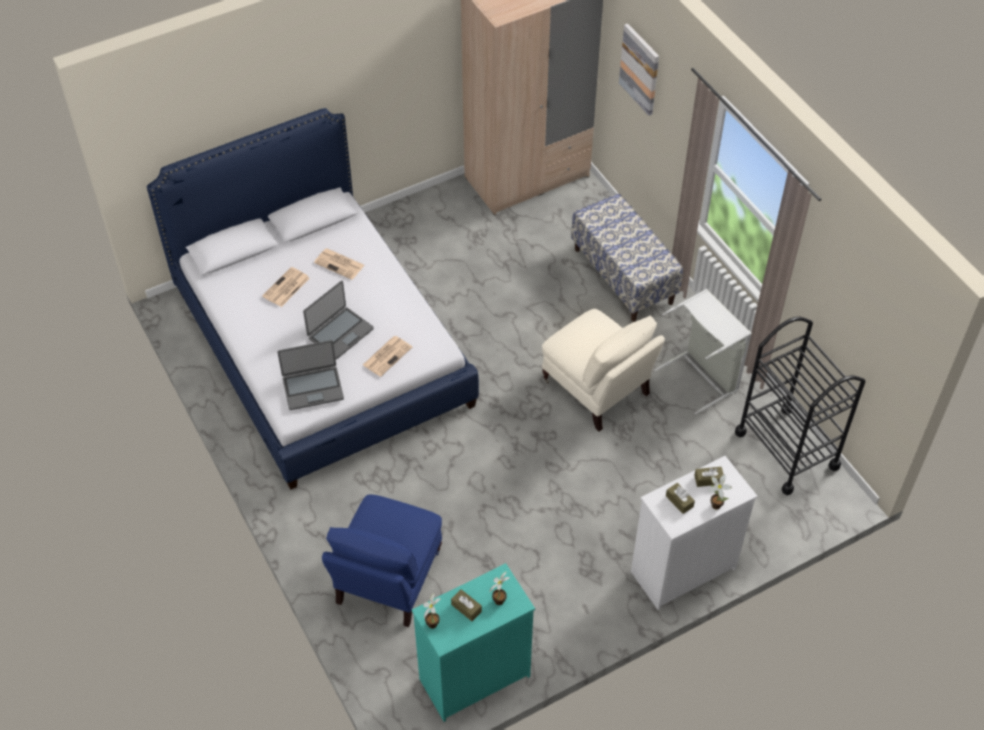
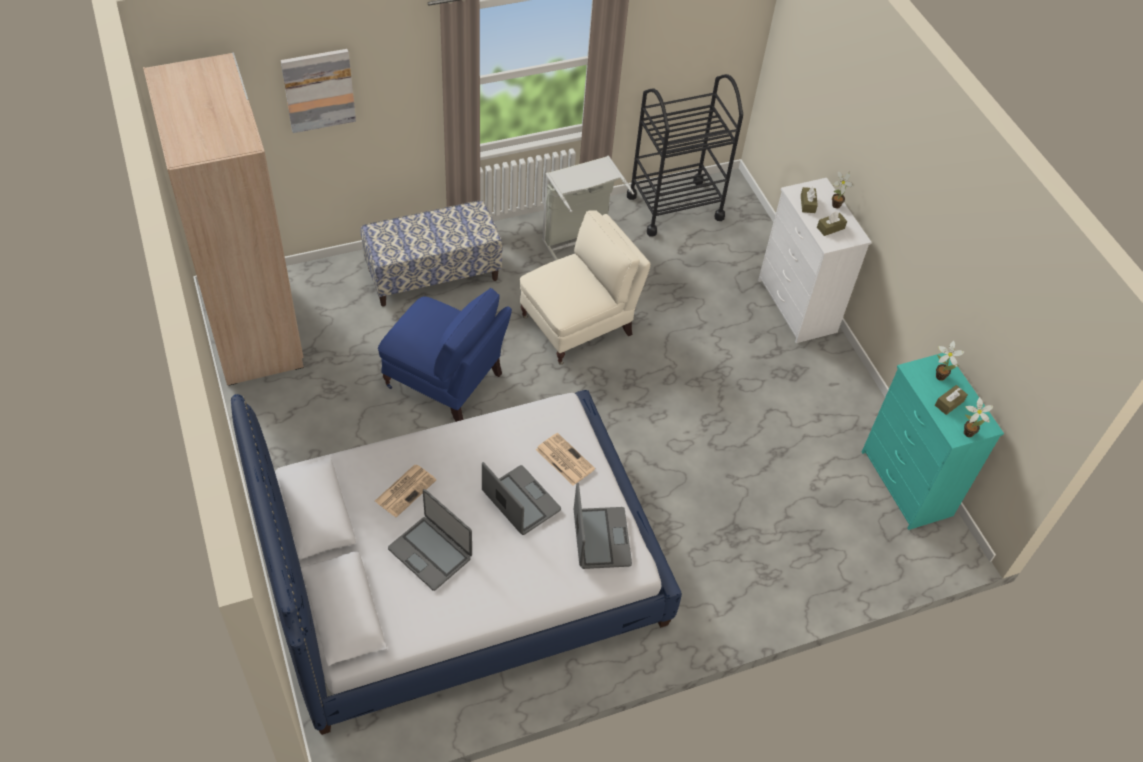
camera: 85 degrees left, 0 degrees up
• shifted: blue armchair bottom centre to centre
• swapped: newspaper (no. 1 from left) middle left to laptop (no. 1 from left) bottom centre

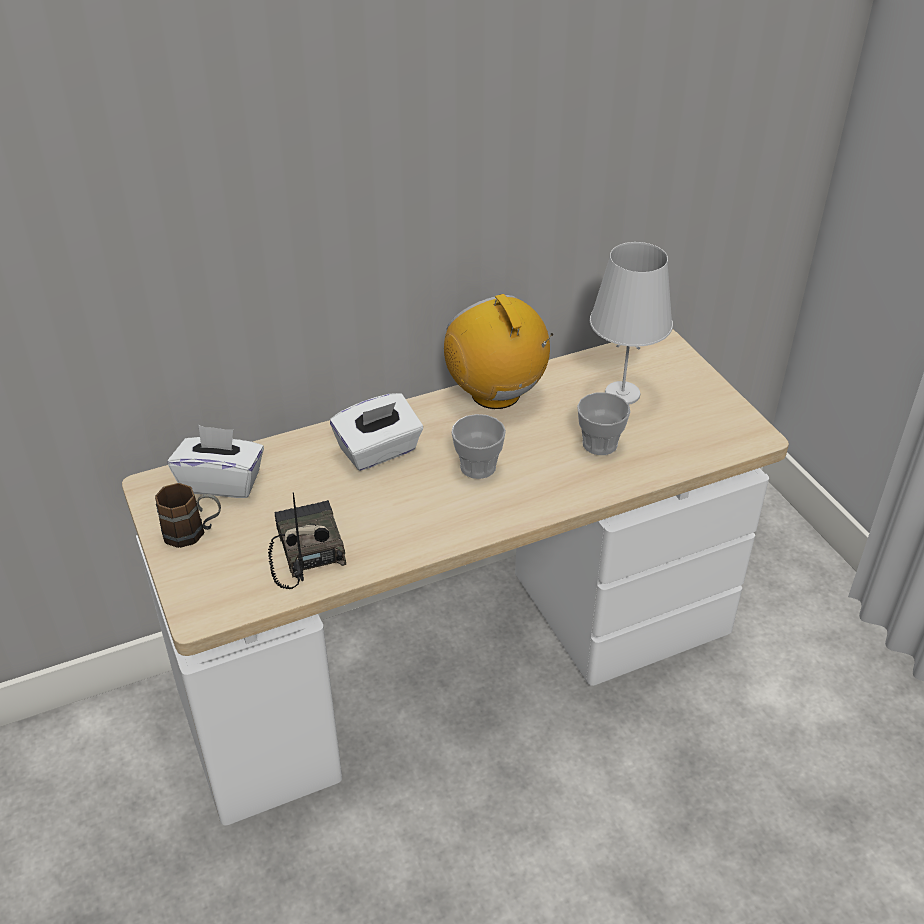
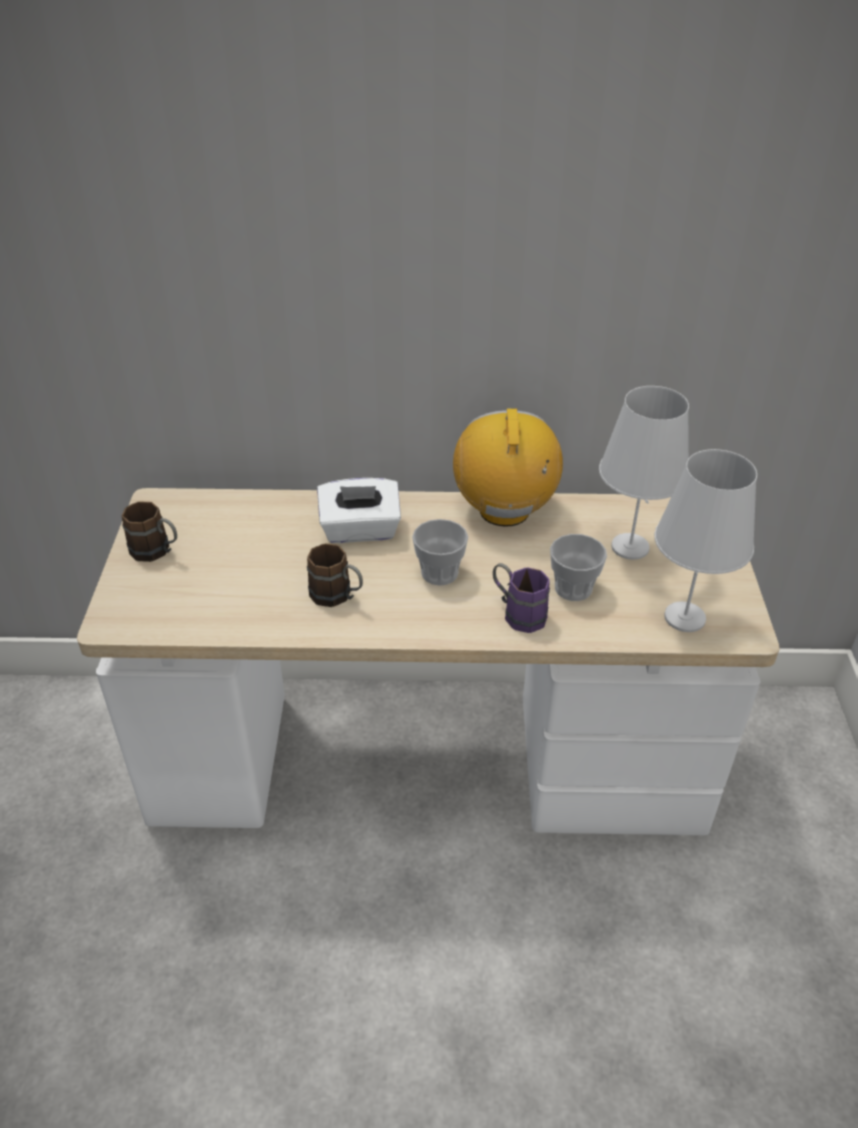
camera: 25 degrees right, 0 degrees up
• new: brown mug (no. 2 from left) centre
• new: purple mug centre
• new: white table lamp (no. 2 from left) middle right
• gone: white tissue box (no. 1 from left) middle left
• gone: radio (no. 1 from left) middle left

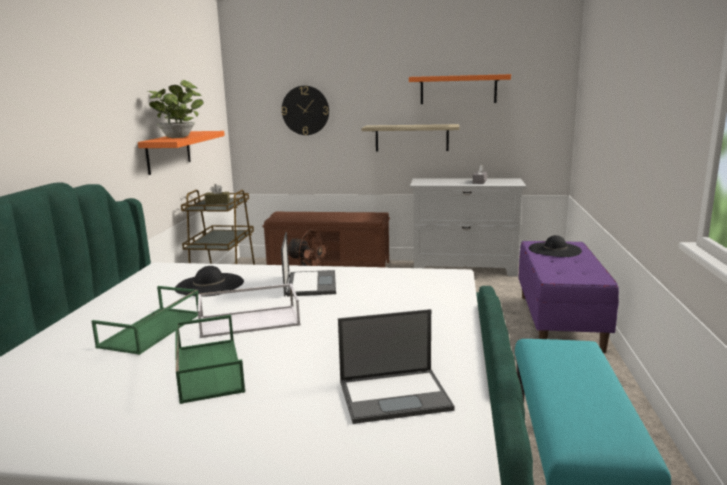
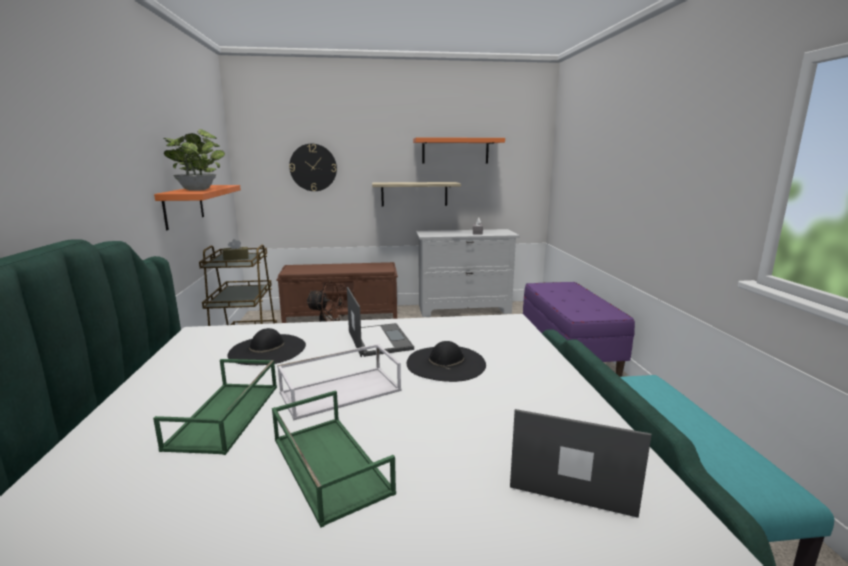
camera: 15 degrees left, 0 degrees up
• shifted: black hat (no. 2 from left) middle right to centre
• rotated: laptop (no. 2 from left) bottom centre = bottom right 135 degrees counterclockwise

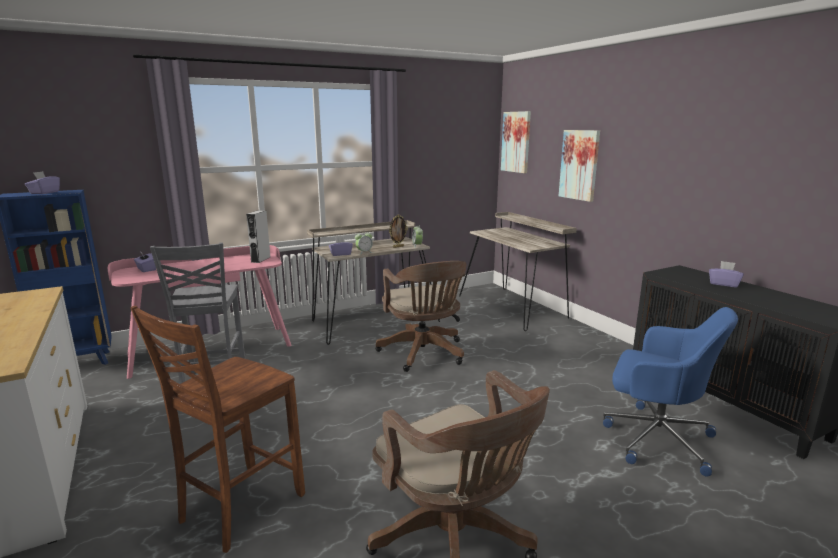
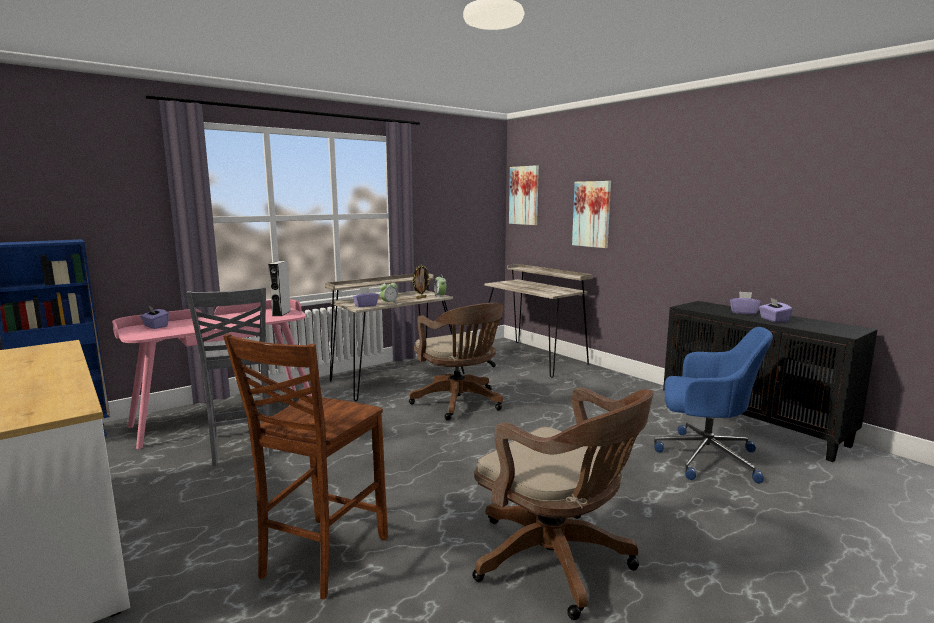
camera: 10 degrees left, 5 degrees down
• shifted: purple tissue box (no. 1 from left in the first image) top left to purple tissue box (no. 4 from left) middle right

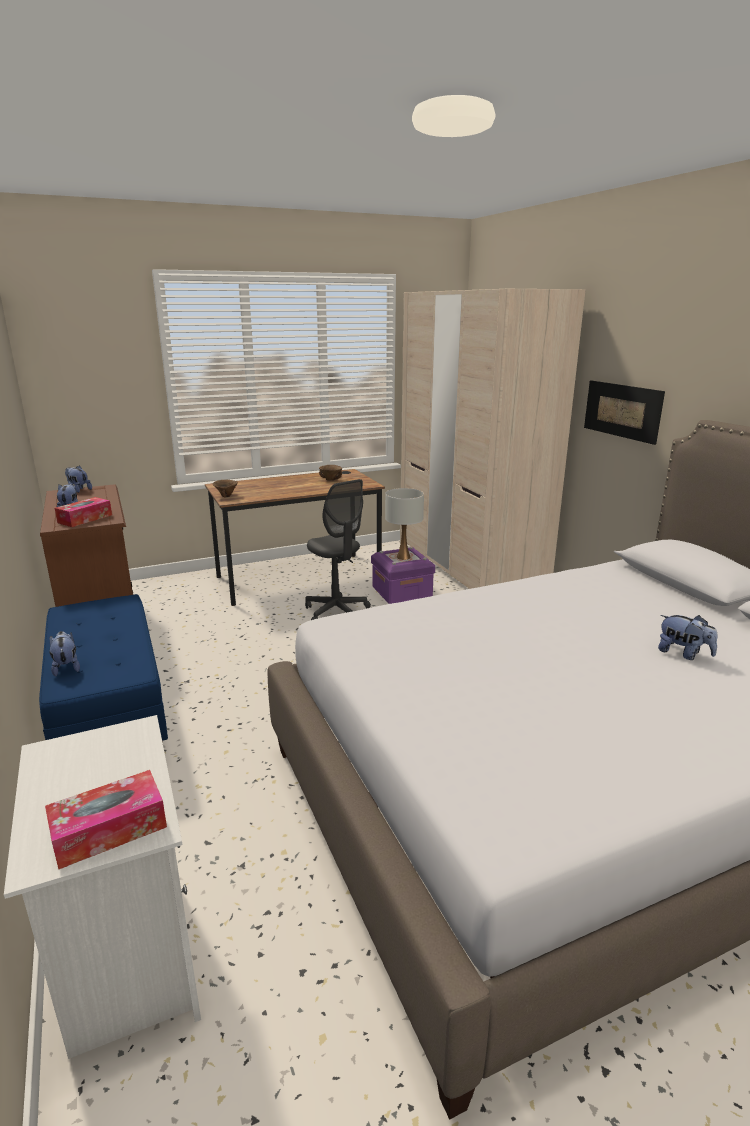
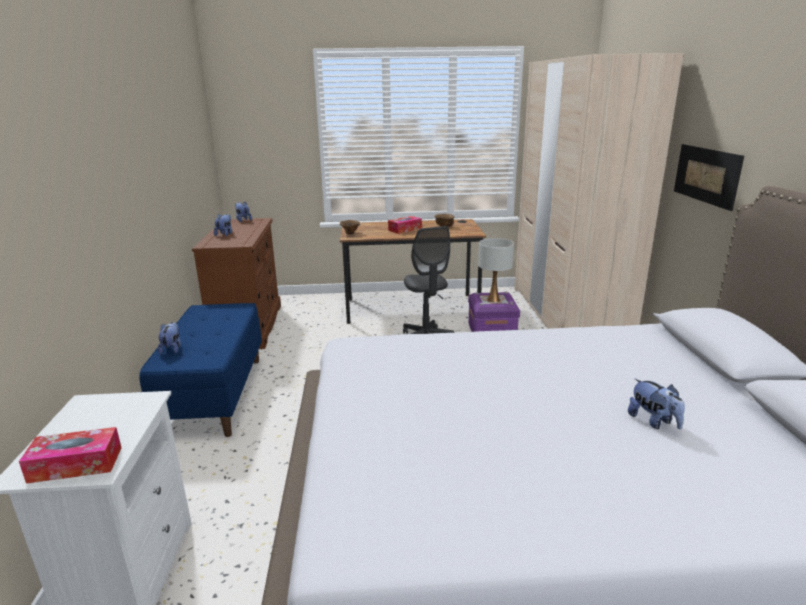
camera: 20 degrees right, 0 degrees up
• shifted: tissue box (no. 1 from left in the first image) middle left to tissue box (no. 2 from left) centre

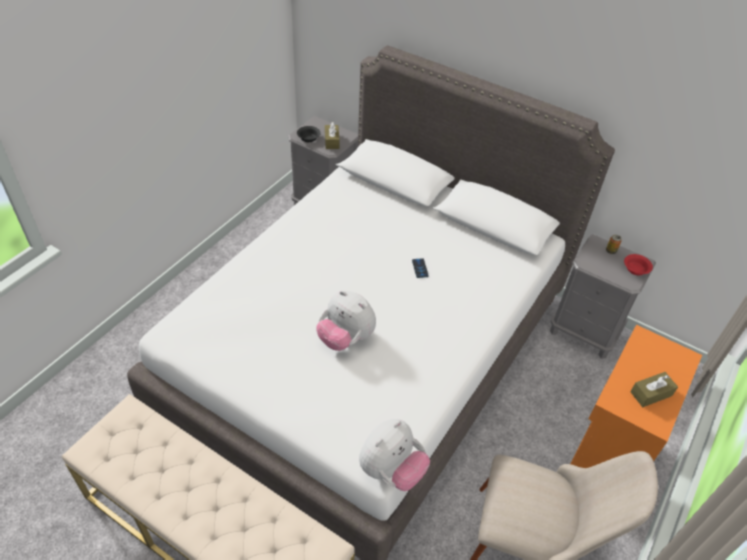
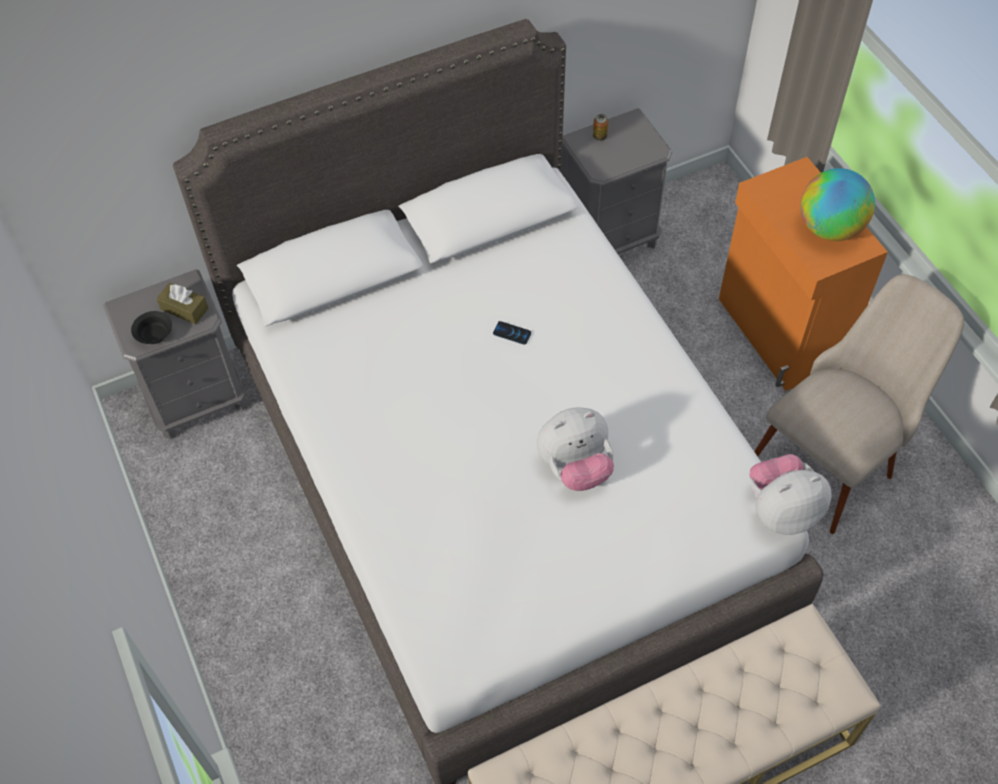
camera: 55 degrees left, 10 degrees up
• rotated: plush toy (no. 2 from left) bottom centre = middle right 90 degrees counterclockwise
• swapped: brown tissue box (no. 2 from left) bottom right to globe top right
• gone: red bowl middle right

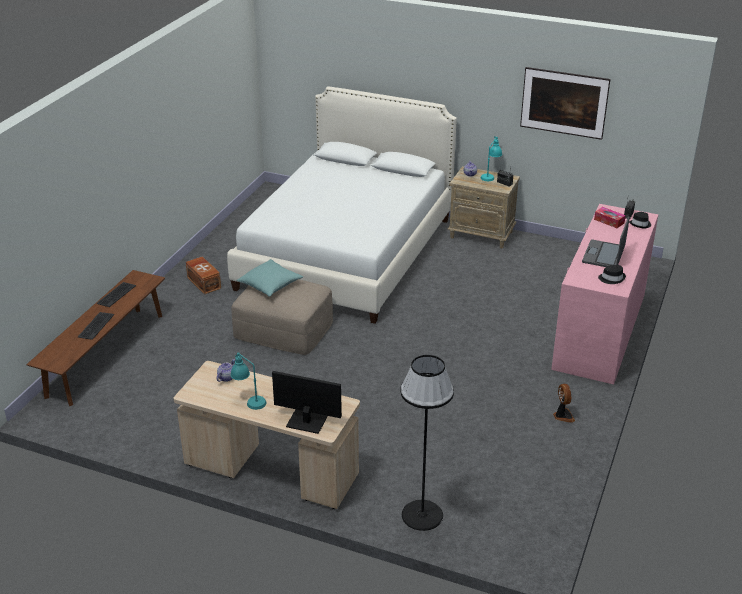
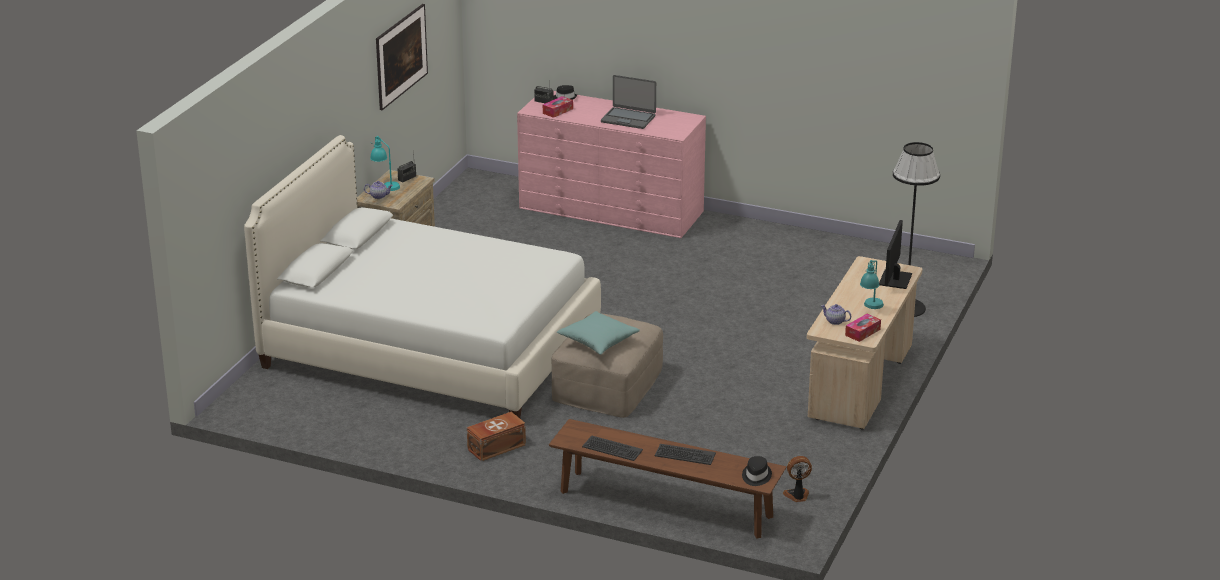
camera: 90 degrees left, 5 degrees down
• shifted: black hat (no. 1 from left in the first image) middle right to black hat (no. 2 from left) bottom centre
• shifted: fan bottom right to bottom centre
• new: tissue box (no. 2 from left) middle right

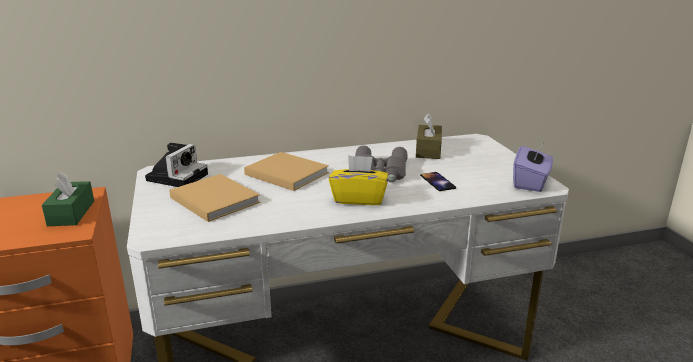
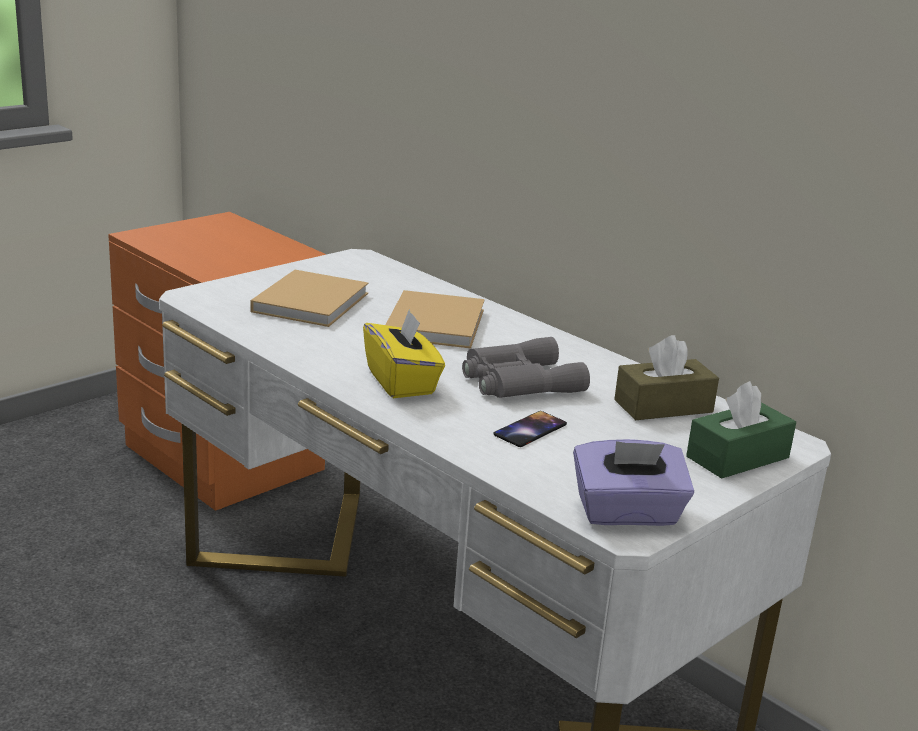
camera: 60 degrees right, 0 degrees up
• shifted: green tissue box middle left to middle right
• gone: photo camera middle left

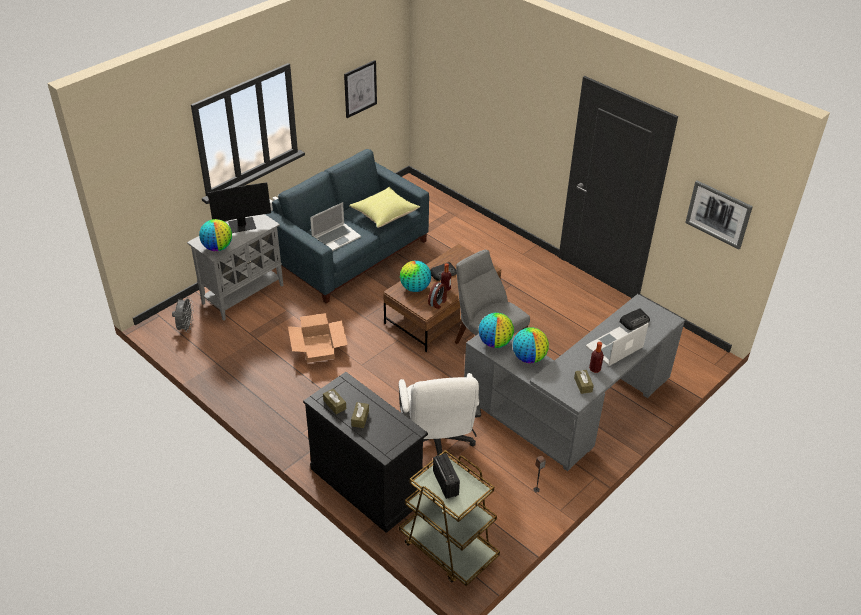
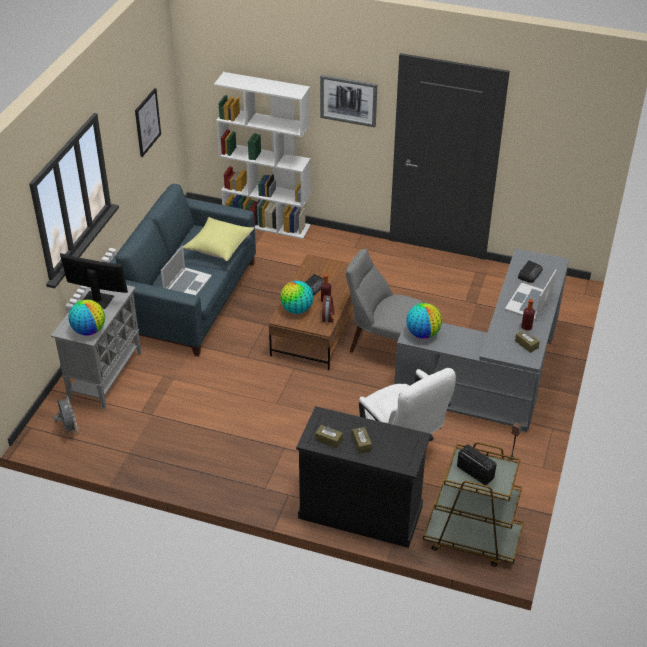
camera: 25 degrees left, 0 degrees up
• rotated: monitor middle left = middle left 120 degrees counterclockwise
• new: white bookcase top centre
• shifted: picture (no. 2 from left) middle right to top centre
• gone: cardboard box centre
• gone: globe (no. 4 from left) centre

